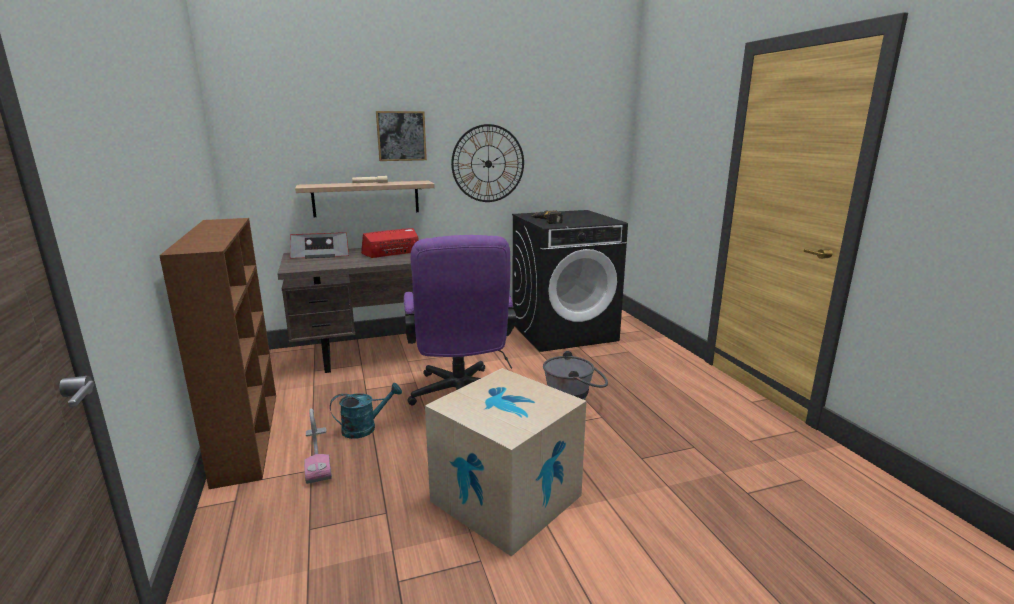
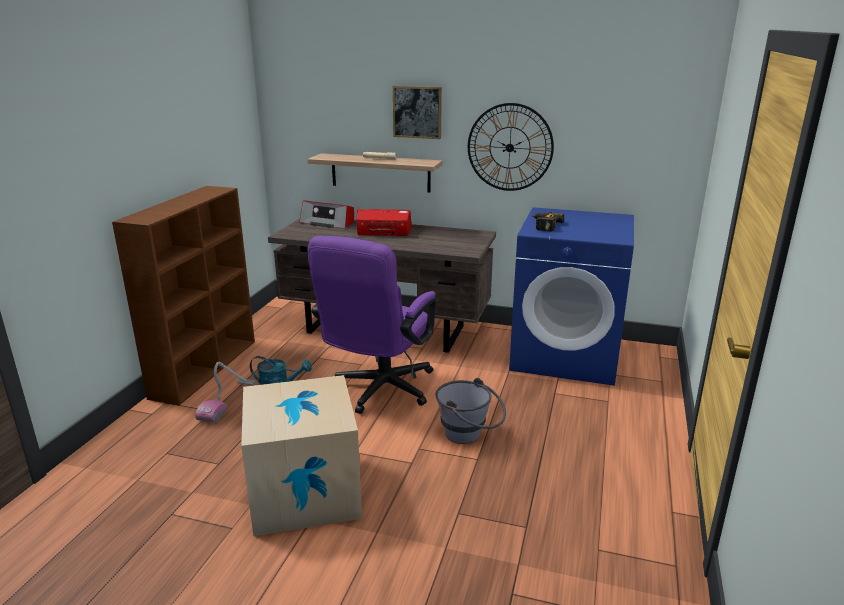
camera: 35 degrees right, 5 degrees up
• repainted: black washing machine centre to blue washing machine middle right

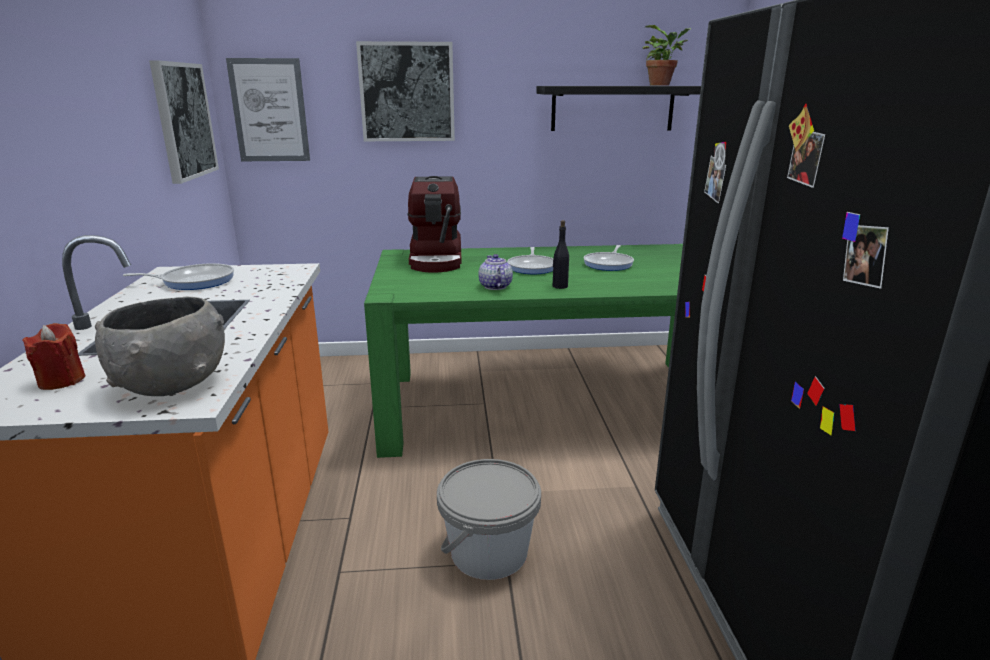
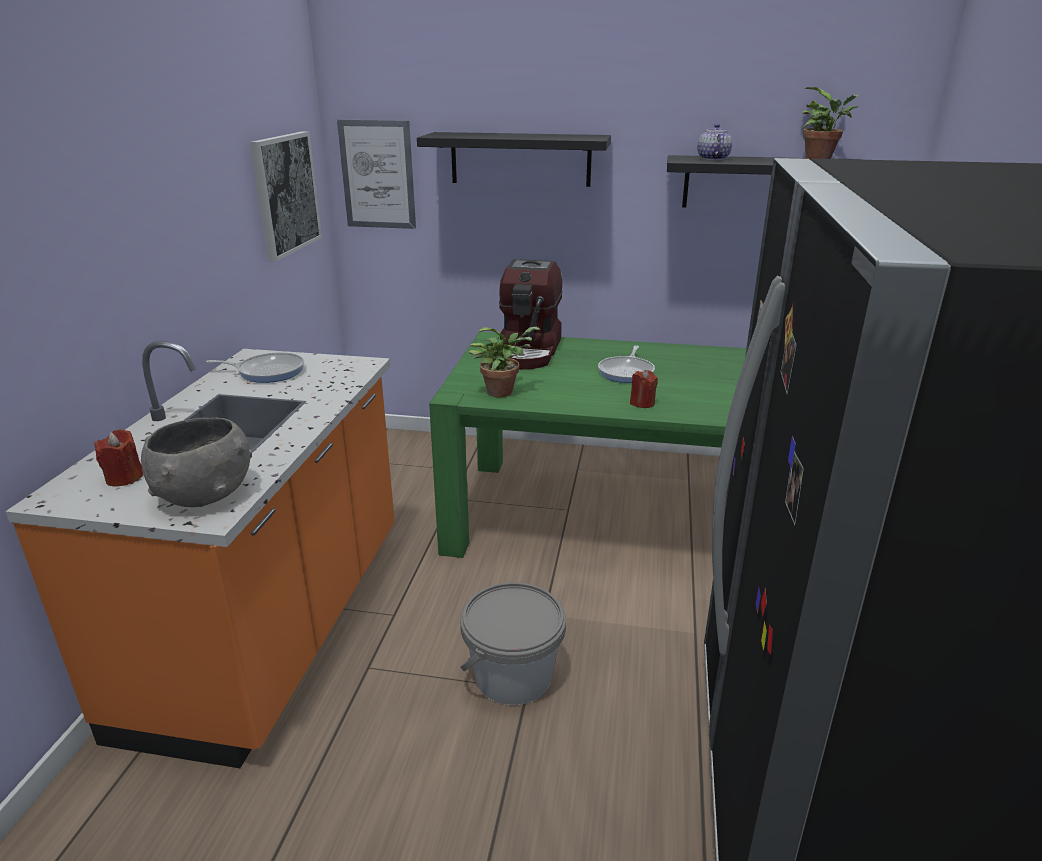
camera: 15 degrees right, 5 degrees up
• swapped: picture (no. 3 from left) top centre to black shelf (no. 1 from left) top centre
• new: potted plant (no. 1 from left) centre
• swapped: black bottle centre to red candle (no. 2 from left) centre
• shifted: teapot centre to top right
• gone: frying pan (no. 3 from left) centre

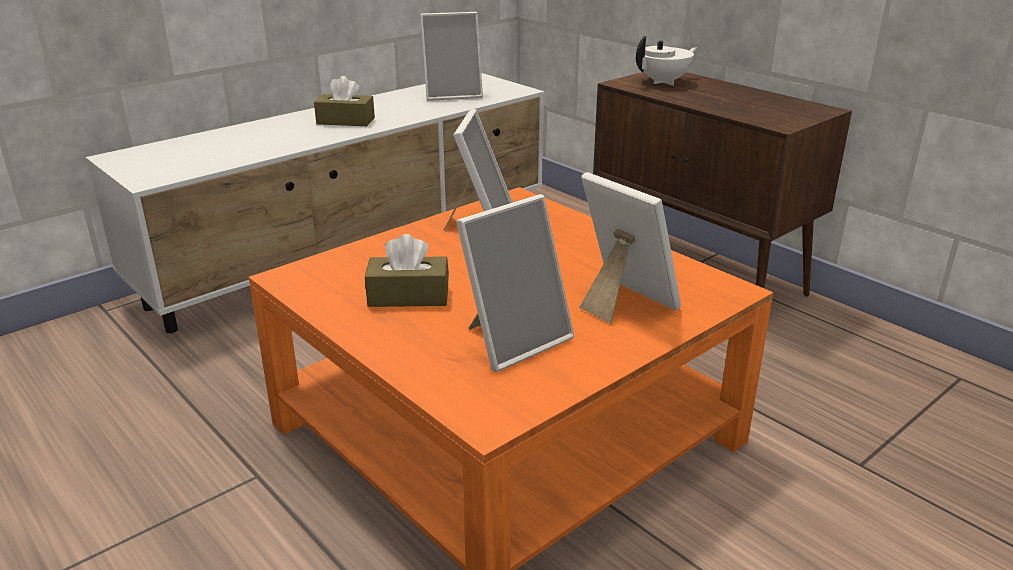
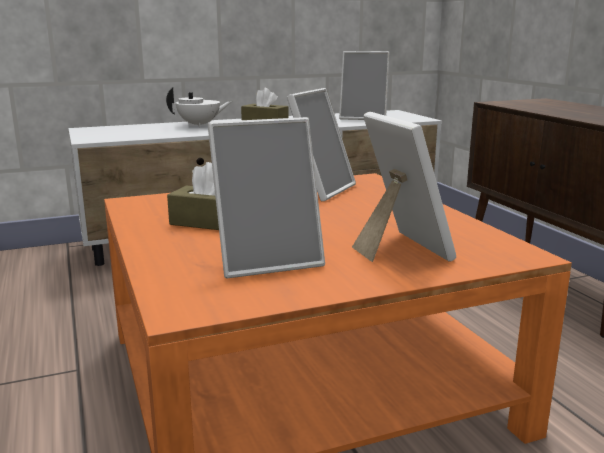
camera: 20 degrees right, 10 degrees down
• shifted: white teapot top centre to top left

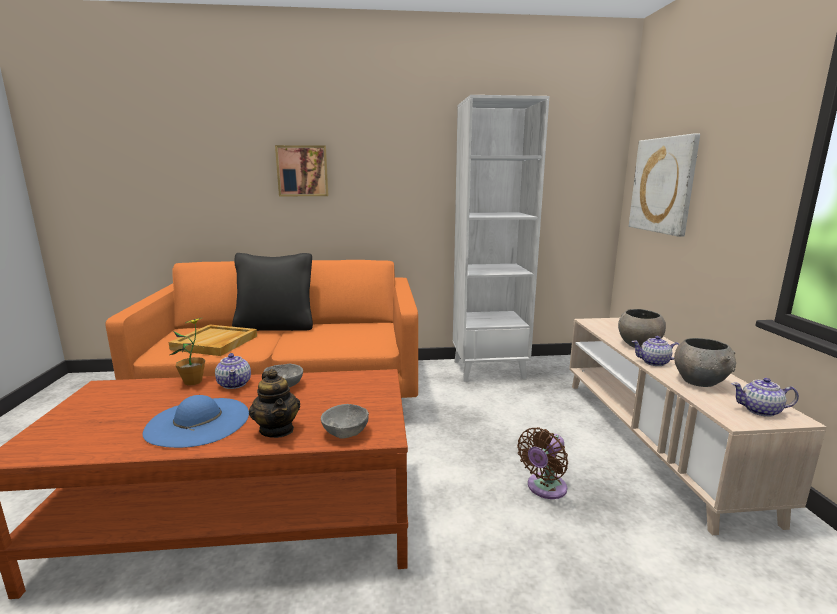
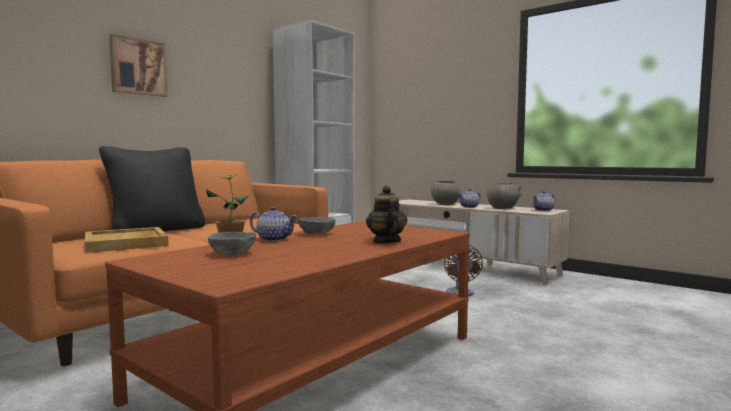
camera: 45 degrees left, 10 degrees down
• shifted: grey bowl (no. 2 from left in the first image) bottom centre to grey bowl (no. 1 from left) middle left
• rotated: teapot (no. 2 from left) middle left = centre 120 degrees counterclockwise
• gone: blue hat bottom left
• gone: picture (no. 2 from left) top right

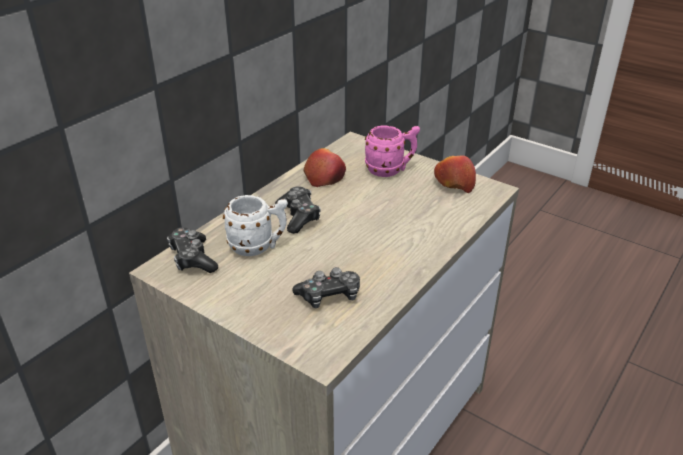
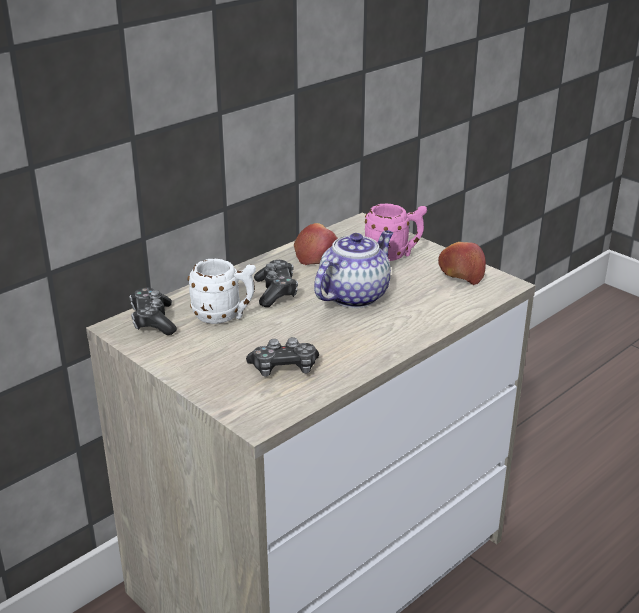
camera: 10 degrees right, 5 degrees down
• new: teapot centre

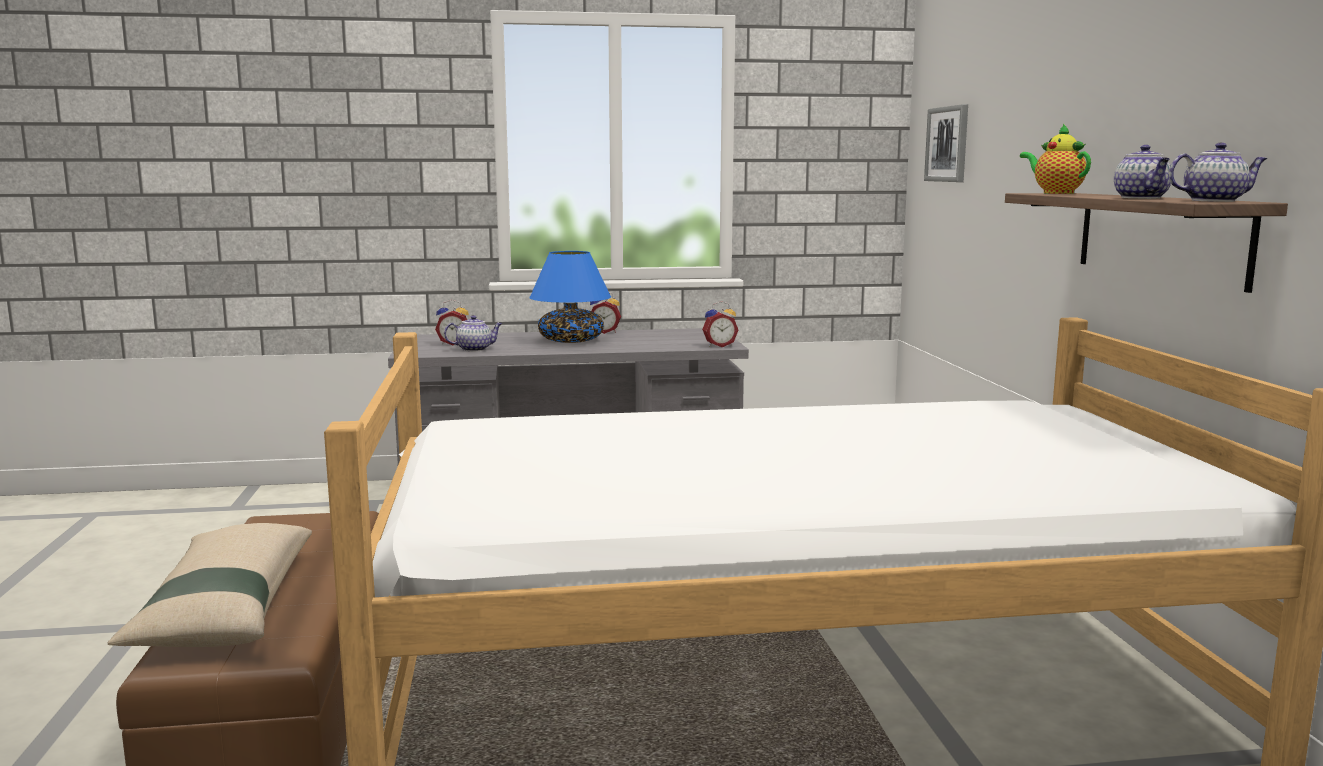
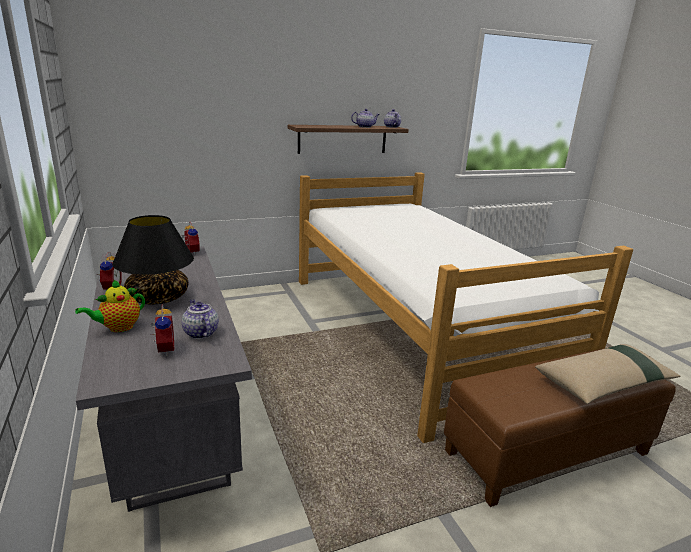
camera: 105 degrees left, 10 degrees up
• shifted: teapot (no. 2 from left in the first image) top right to teapot (no. 1 from left) middle left
• repainted: blue table lamp centre to black table lamp middle left
• gone: picture top right

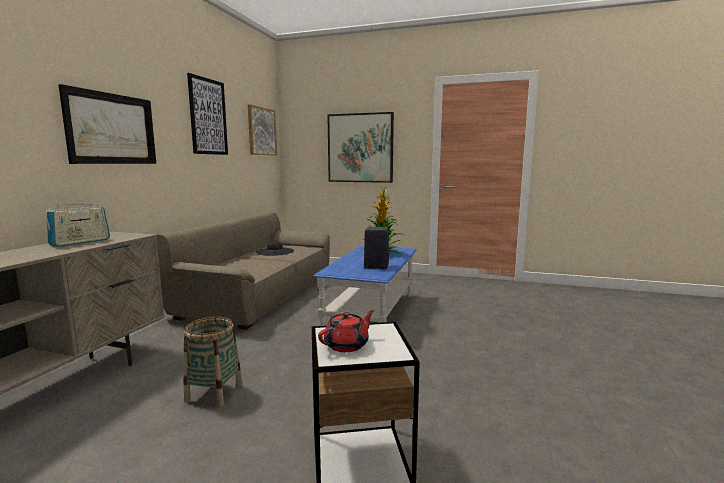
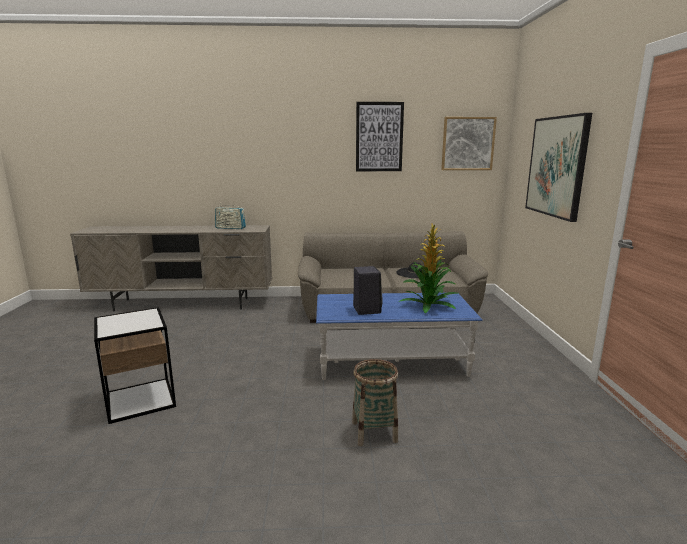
camera: 70 degrees right, 5 degrees up
• shifted: basket bottom left to bottom centre
• gone: picture (no. 1 from left) top left
• gone: red teapot bottom centre

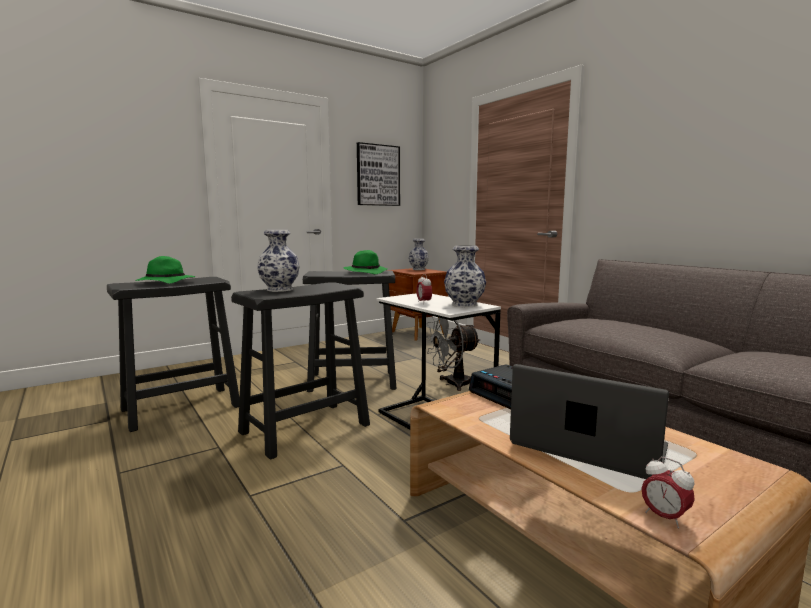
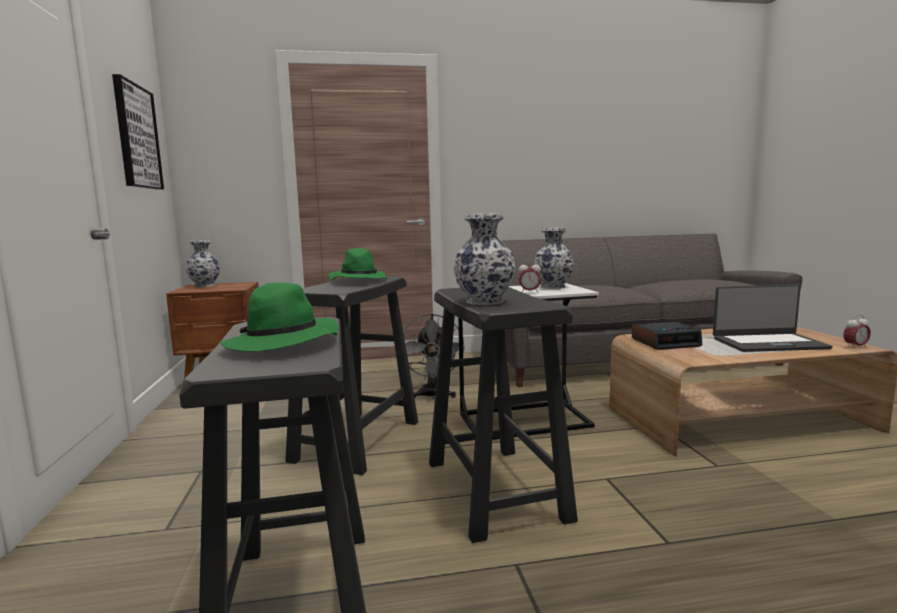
camera: 65 degrees left, 0 degrees up
• rotated: laptop bottom right = middle right 150 degrees counterclockwise

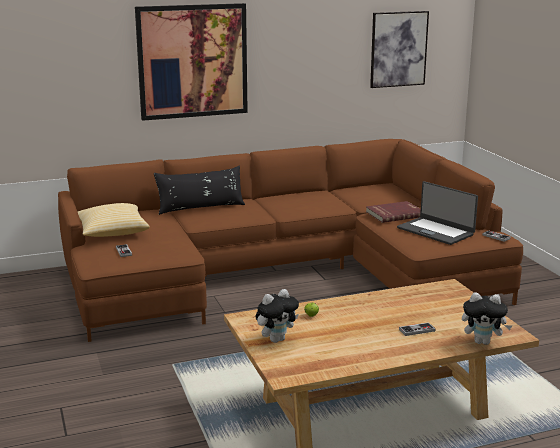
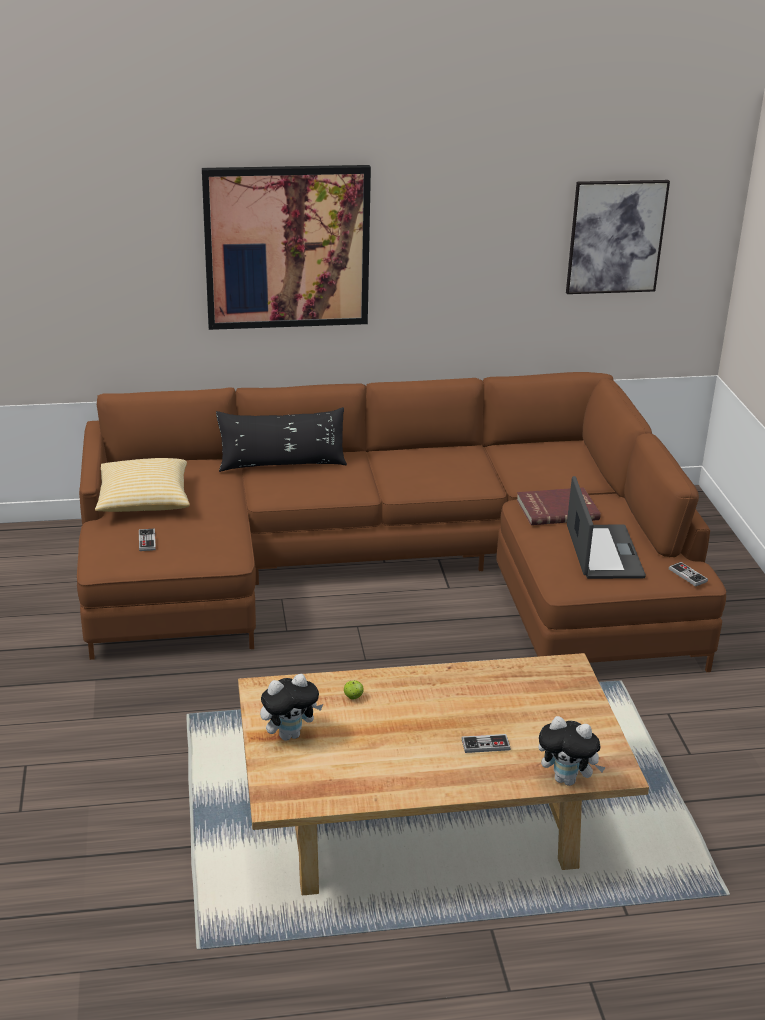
camera: 10 degrees right, 10 degrees up
• rotated: laptop middle right = middle right 150 degrees counterclockwise

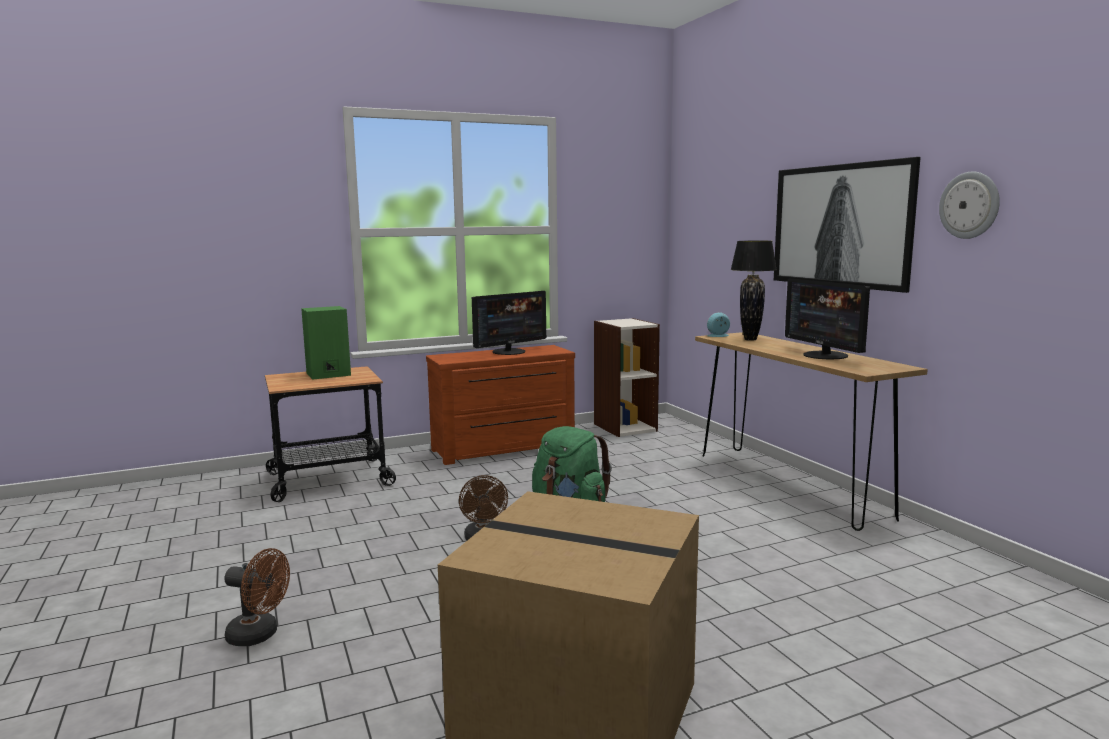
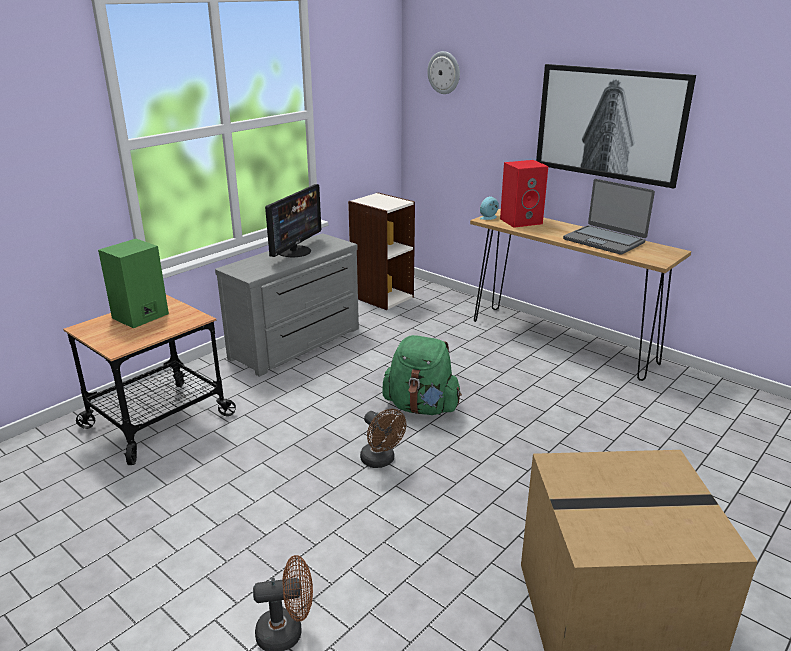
camera: 25 degrees left, 15 degrees up
• repainted: brown dresser centre to grey dresser centre
• shifted: wall clock top right to top centre
• swapped: black table lamp middle right to red speaker top centre
• swapped: monitor (no. 2 from left) middle right to laptop middle right

